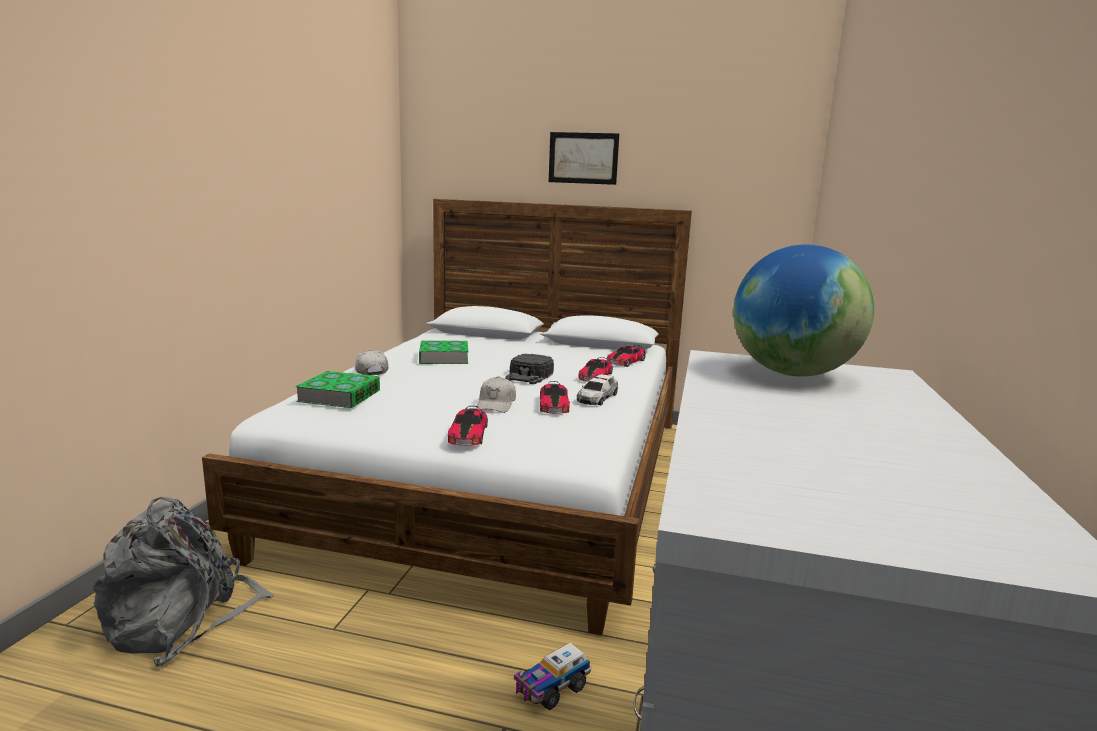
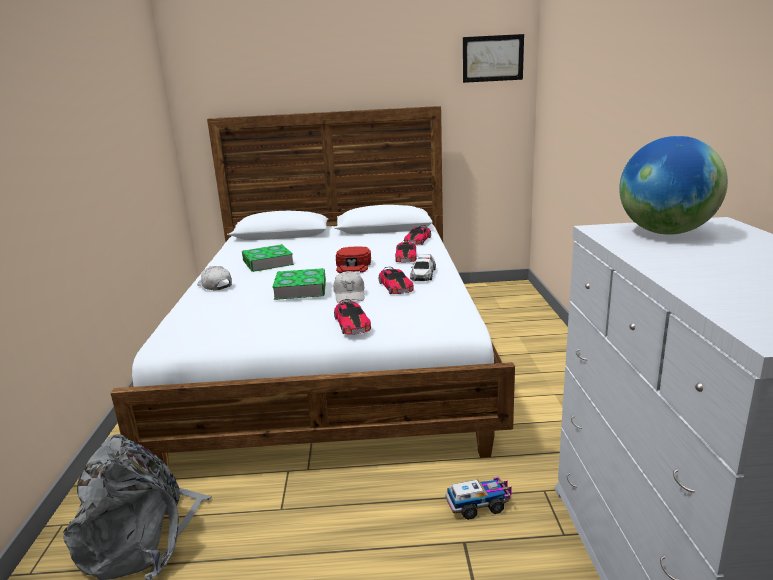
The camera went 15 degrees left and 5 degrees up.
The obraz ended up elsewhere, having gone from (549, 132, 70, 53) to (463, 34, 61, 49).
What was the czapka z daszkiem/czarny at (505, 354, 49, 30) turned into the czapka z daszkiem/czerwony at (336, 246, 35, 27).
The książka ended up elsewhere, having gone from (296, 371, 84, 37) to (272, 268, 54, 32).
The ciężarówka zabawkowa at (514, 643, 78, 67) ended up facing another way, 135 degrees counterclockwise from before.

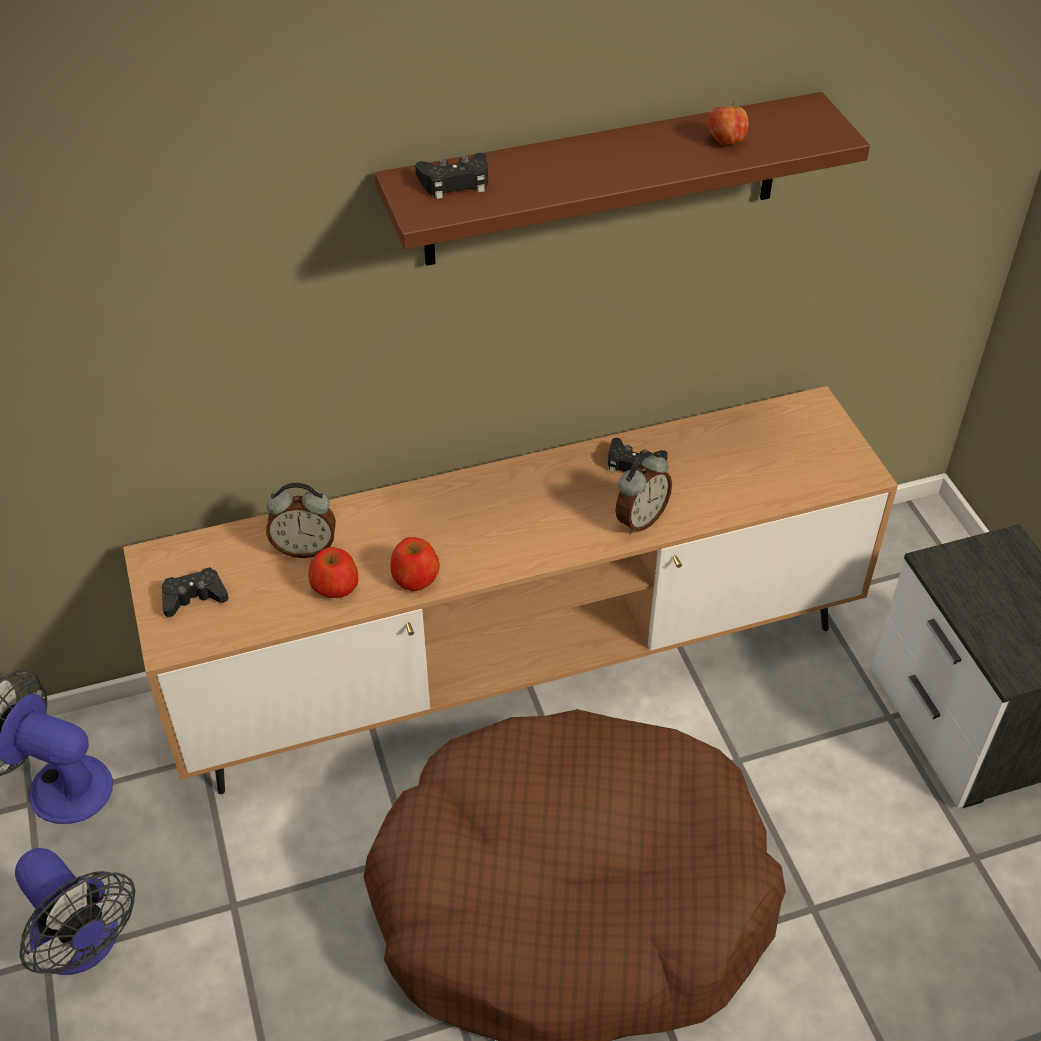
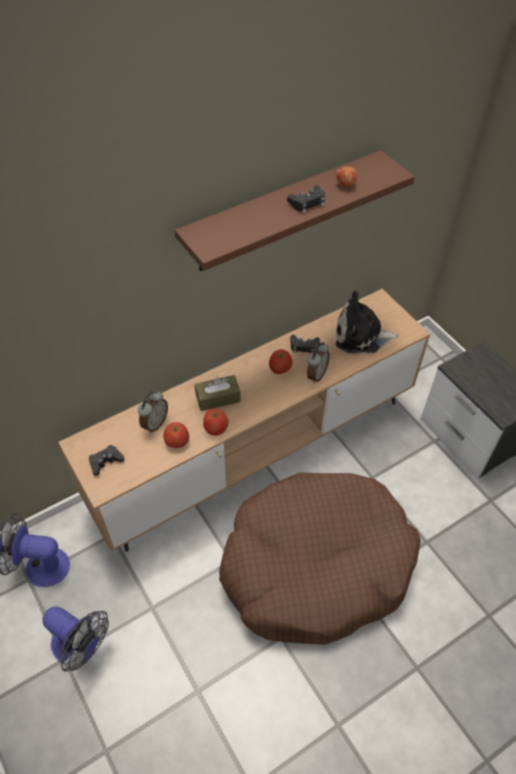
The camera went 15 degrees left and 5 degrees up.
The pad do gier/czarny ended up elsewhere, having gone from (415, 153, 73, 46) to (287, 185, 38, 28).
The budzik at (266, 483, 70, 75) ended up facing another way, 45 degrees counterclockwise from before.
The second view gained the pluszak at (336, 290, 63, 63).
The second view gained the jabłko at (269, 349, 23, 25).
The second view gained the pudełko chusteczek/brązowy at (195, 375, 46, 36).

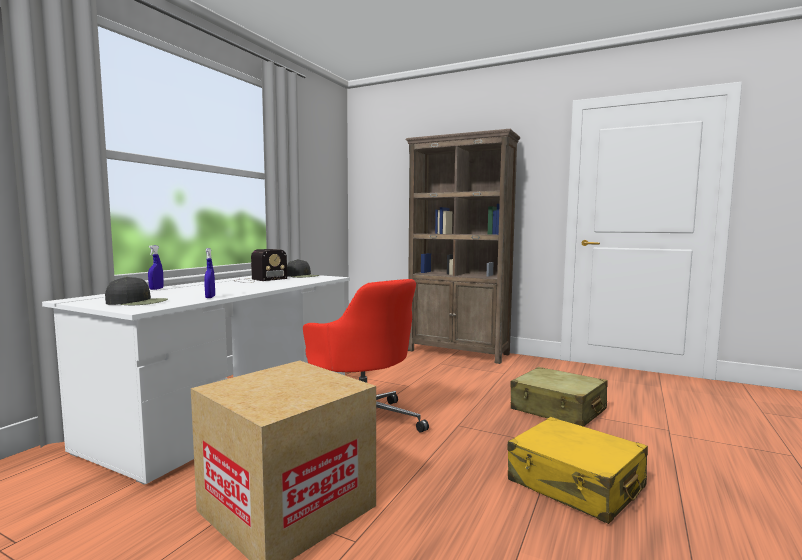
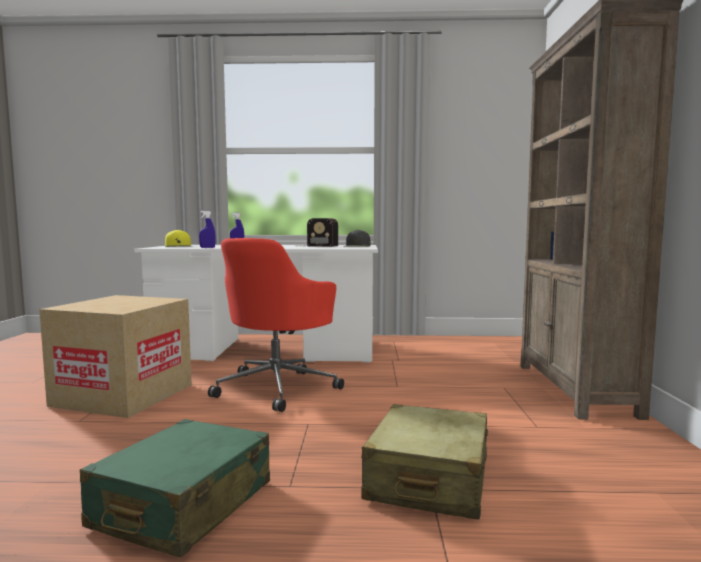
The camera went 65 degrees right and 0 degrees up.
What was the czapka z daszkiem/czarny at (105, 277, 63, 28) turned into the czapka z daszkiem/żółty at (165, 230, 28, 17).
What was the walizka/żółty at (508, 417, 140, 107) turned into the walizka/zielony at (80, 419, 190, 138).

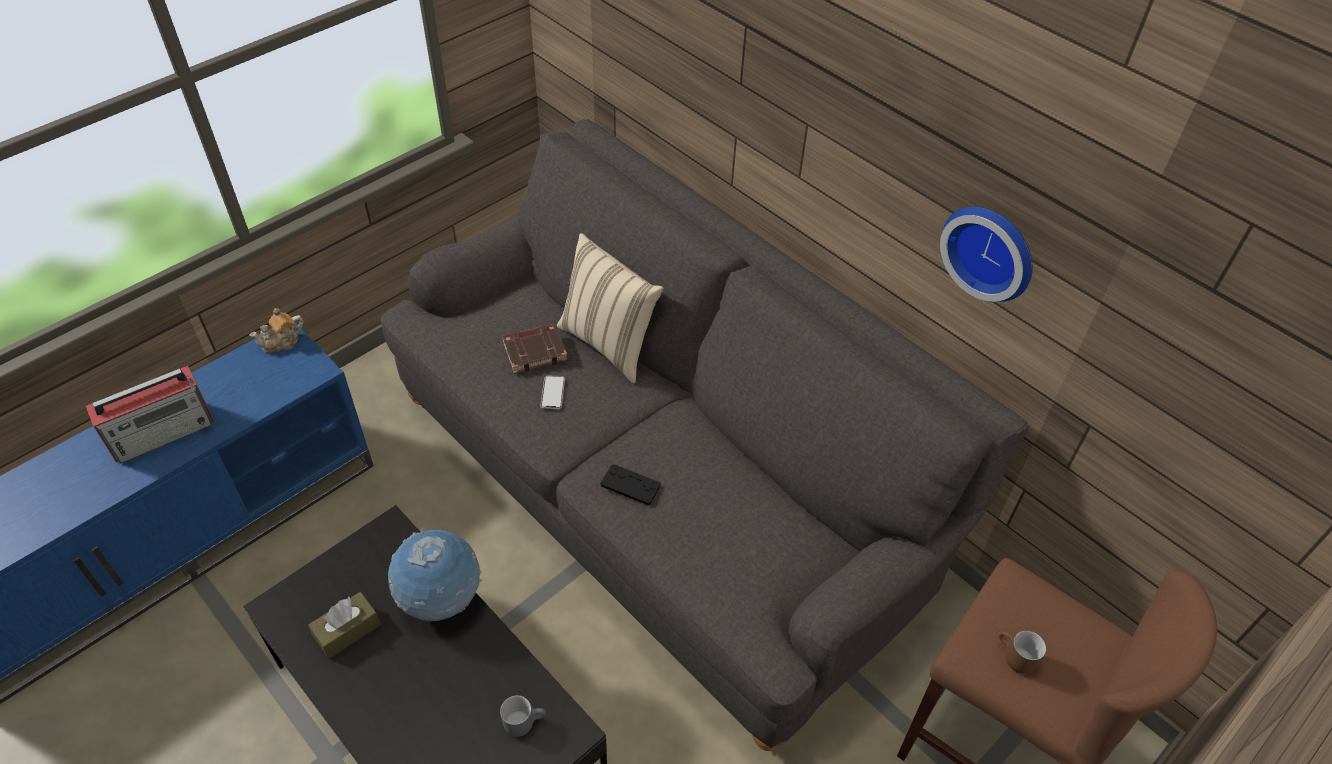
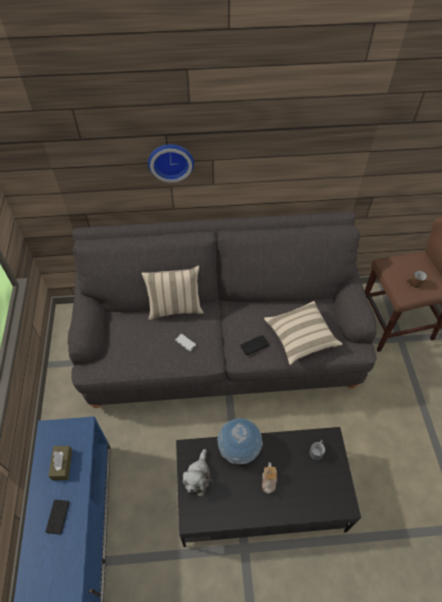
The camera went 50 degrees left and 5 degrees up.
The zegar ścienny ended up elsewhere, having gone from (940, 207, 93, 95) to (148, 144, 46, 39).
The imbryk ended up elsewhere, having gone from (250, 308, 54, 45) to (262, 462, 15, 31).
The second view lost the książka/brązowy at (502, 324, 66, 50).
Where the radio stood at (86, 366, 128, 98), the pad do gier/czarny came to stand at (45, 499, 25, 36).
The pudełko chusteczek/brązowy ended up elsewhere, having gone from (308, 592, 73, 67) to (48, 446, 24, 34).
The second view gained the poduszka/beżowy at (264, 301, 78, 64).
The second view gained the pluszak at (183, 449, 30, 47).

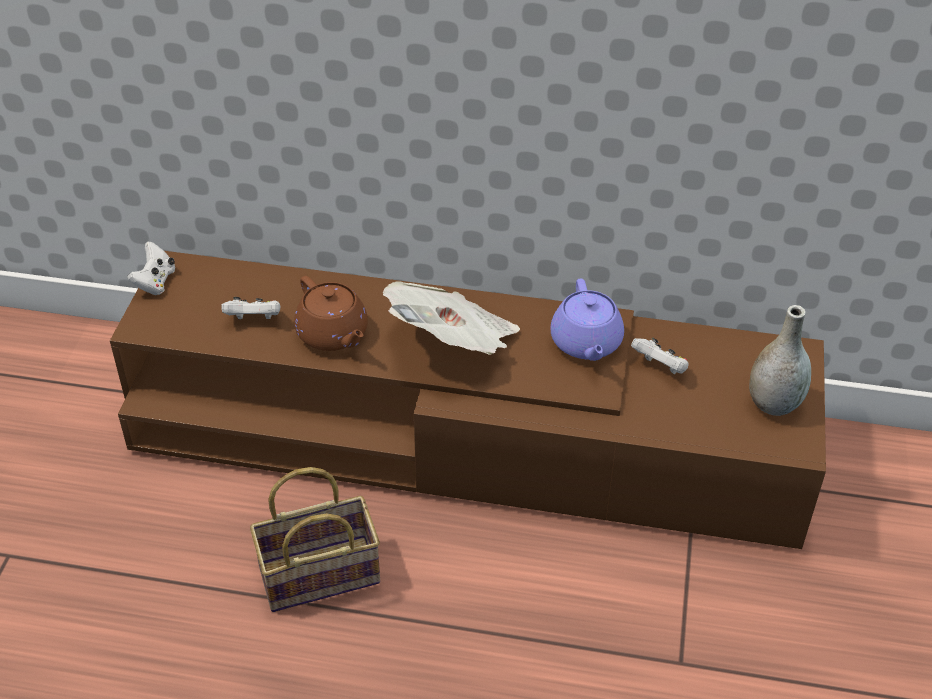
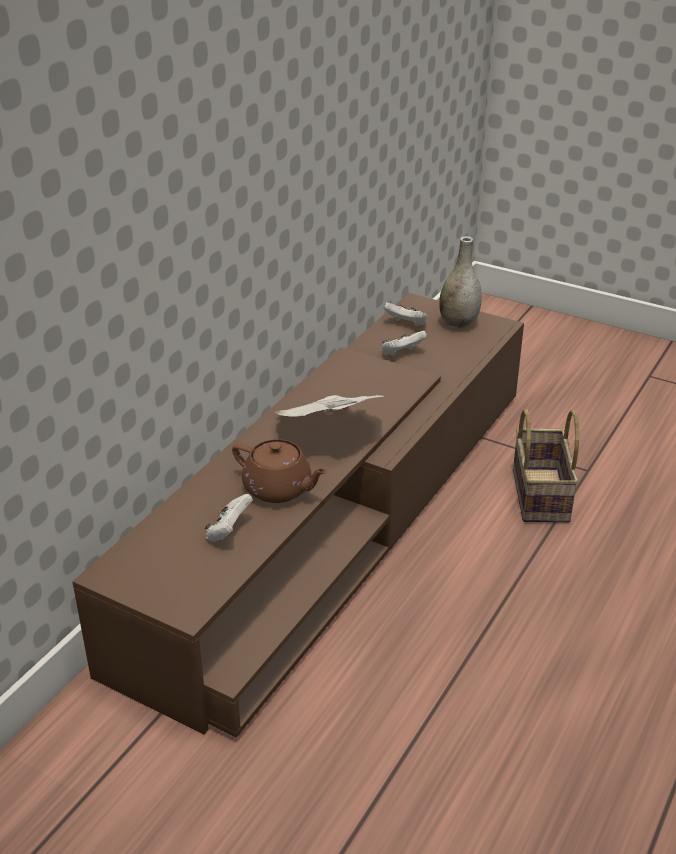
The camera went 70 degrees left and 10 degrees down.
The pad do gier/biały ended up elsewhere, having gone from (127, 242, 48, 53) to (384, 302, 43, 25).
The imbryk/brązowy at (294, 276, 74, 75) ended up facing another way, 45 degrees clockwise from before.
The second view lost the imbryk/fioletowy at (550, 279, 74, 82).
The koszyk ended up elsewhere, having gone from (250, 467, 130, 145) to (513, 409, 66, 114).

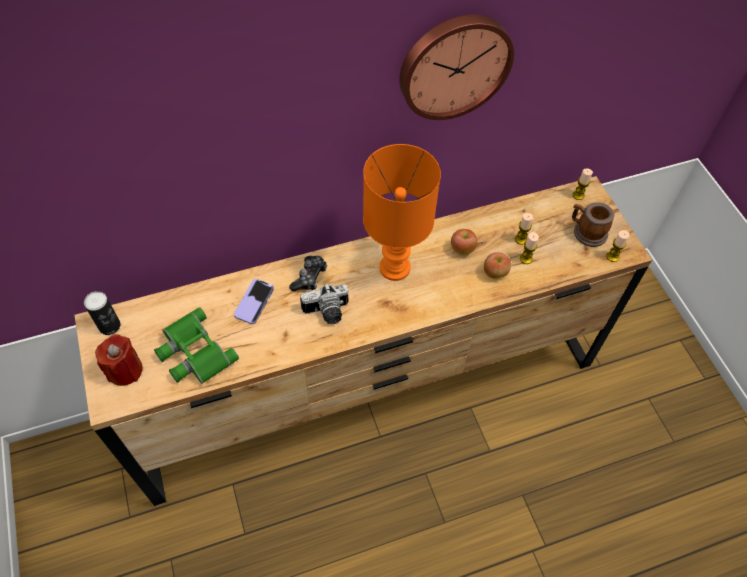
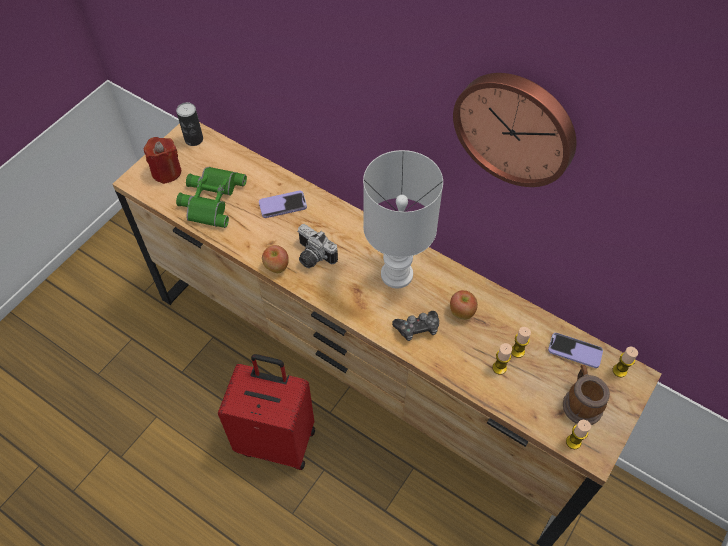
The camera went 55 degrees right and 0 degrees up.
What was the lampa stołowa/pomarańczowy at (363, 144, 78, 137) turned into the lampa stołowa/biały at (363, 150, 80, 138).
The jabłko ended up elsewhere, having gone from (484, 252, 27, 27) to (262, 245, 27, 28).
The pad do gier ended up elsewhere, having gone from (289, 256, 38, 35) to (392, 311, 47, 30).
The second view gained the telefon at (548, 333, 55, 35).
The second view gained the walizka/czerwony at (218, 354, 97, 116).

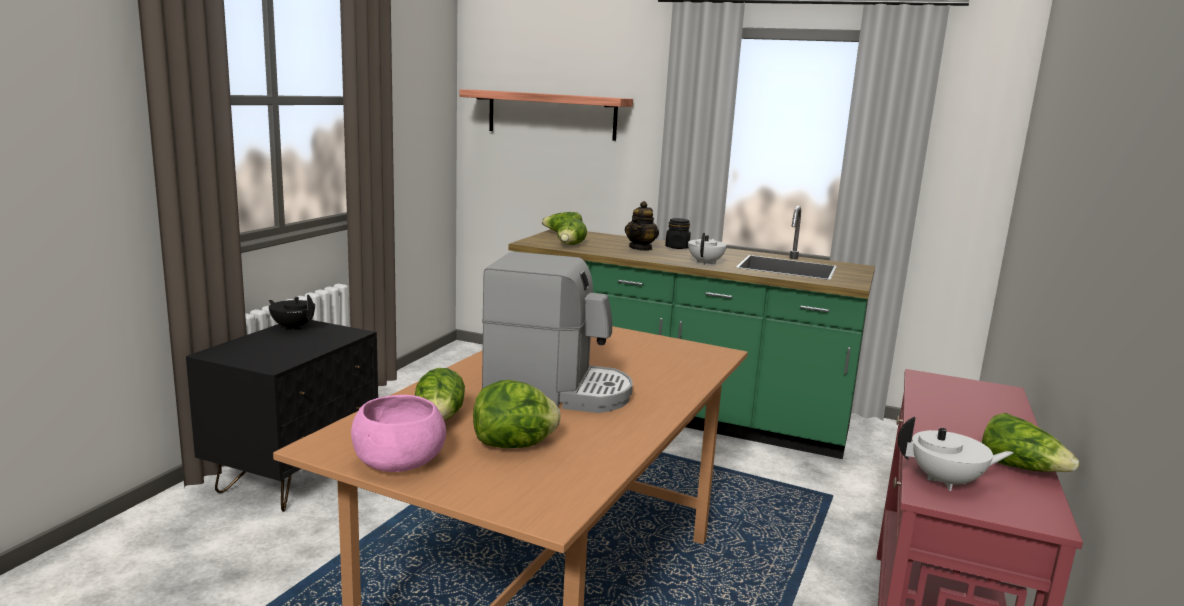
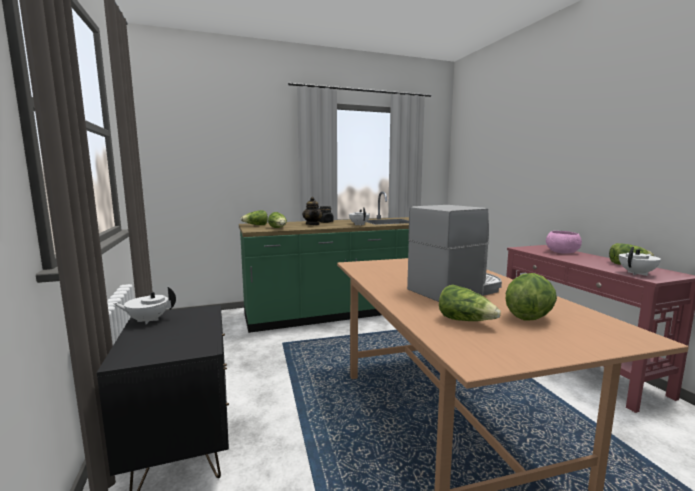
The camera went 40 degrees left and 5 degrees down.
The second view lost the półka at (460, 89, 173, 52).
What was the imbryk/czarny at (269, 294, 46, 36) turned into the imbryk/biały at (113, 287, 63, 37).
The miska/różowy ended up elsewhere, having gone from (351, 395, 95, 77) to (546, 231, 36, 23).

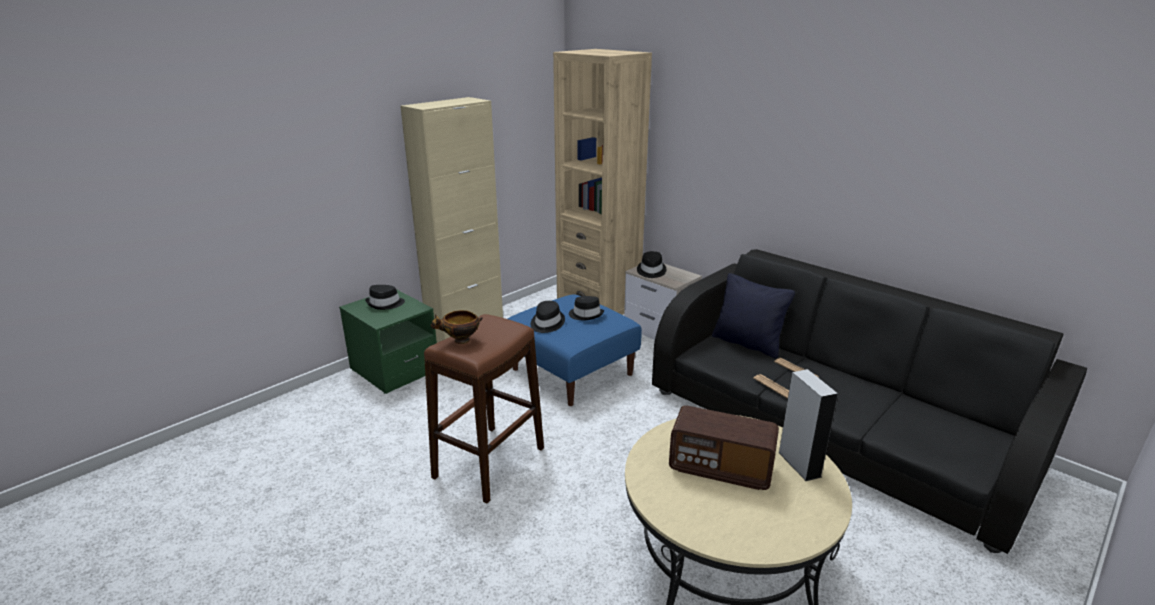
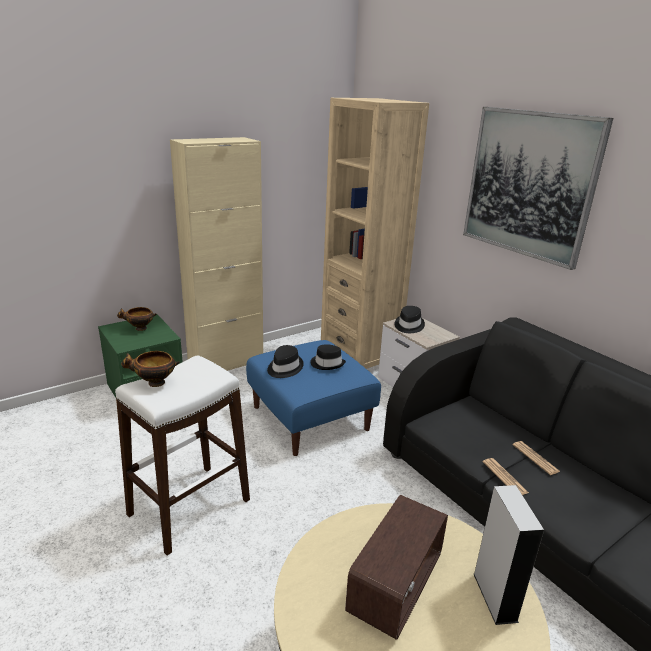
The camera went 10 degrees right and 0 degrees up.
The second view lost the poduszka/czarny at (712, 273, 83, 85).
Where the kapelusz/czarny stood at (365, 285, 40, 25), the miska came to stand at (117, 307, 40, 24).
What was the stołek/brązowy at (424, 314, 120, 189) turned into the stołek/biały at (115, 356, 135, 200).
The radio at (669, 405, 110, 85) ended up facing another way, 90 degrees counterclockwise from before.
The second view gained the obraz at (463, 107, 150, 163).

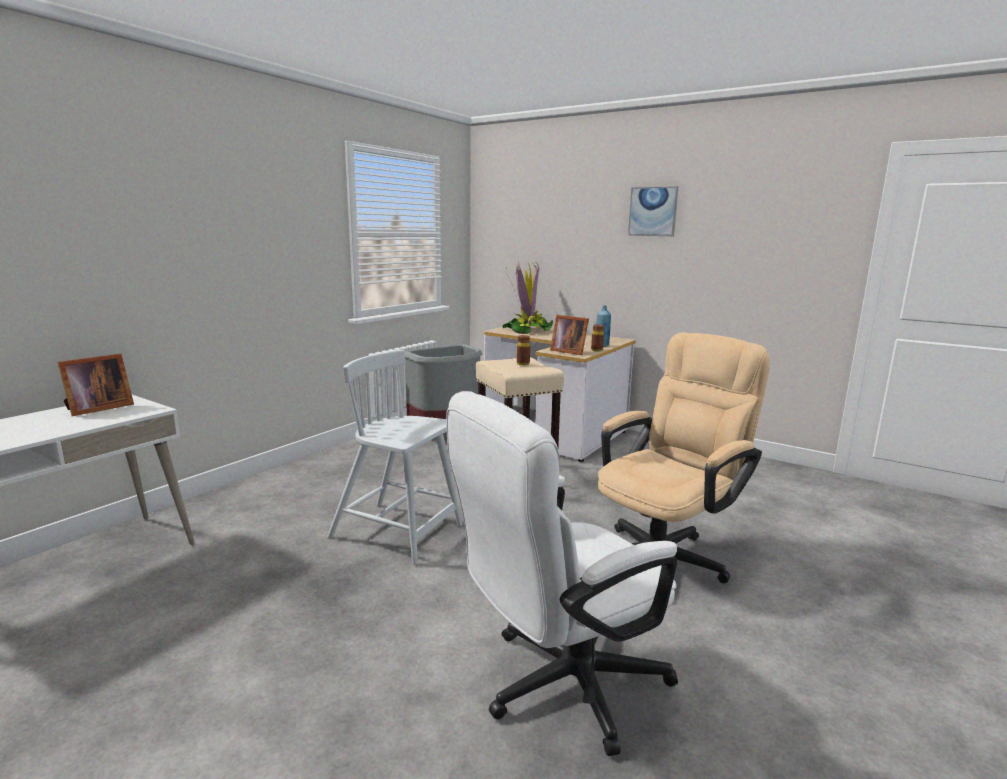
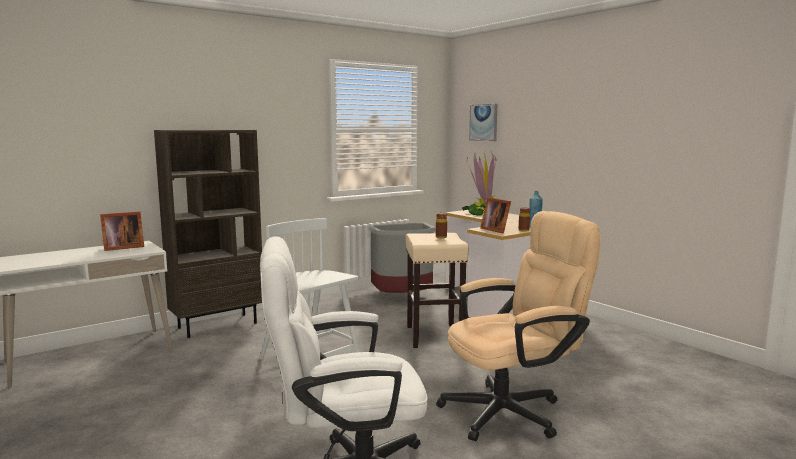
The camera went 20 degrees right and 5 degrees down.
The obraz ended up elsewhere, having gone from (628, 186, 50, 50) to (469, 104, 28, 37).
The second view gained the regał/brązowy at (154, 130, 108, 208).

